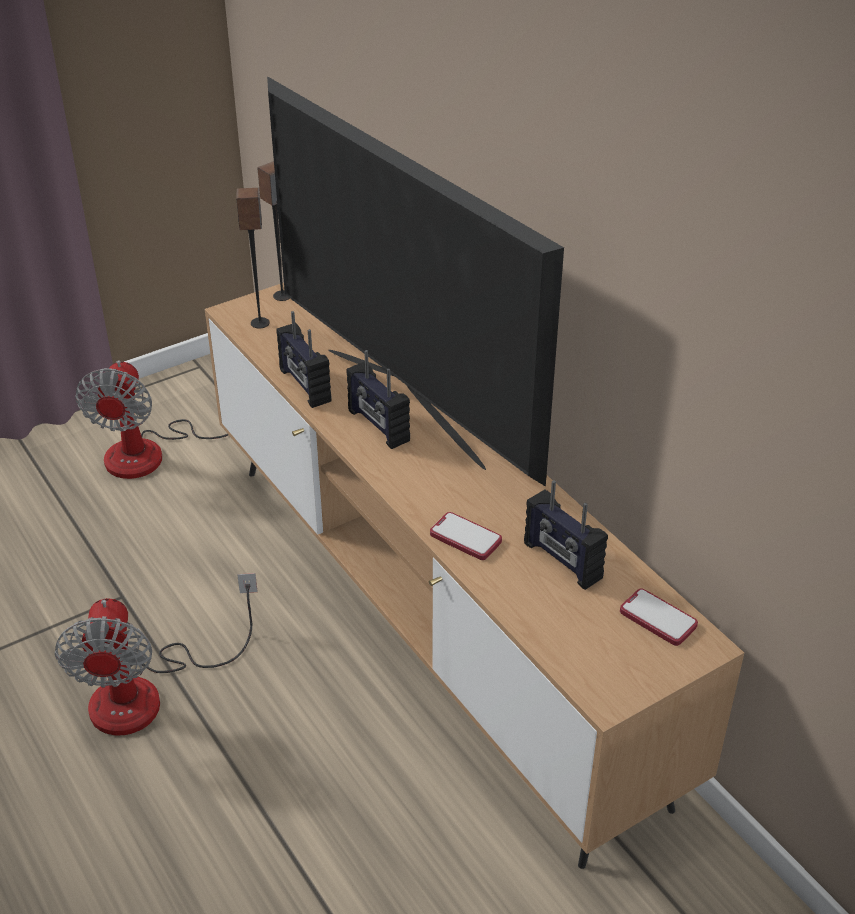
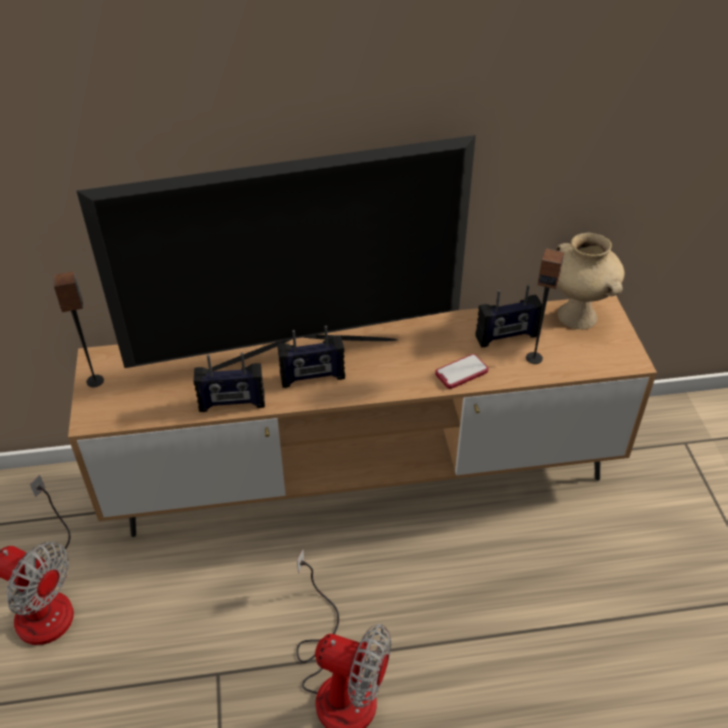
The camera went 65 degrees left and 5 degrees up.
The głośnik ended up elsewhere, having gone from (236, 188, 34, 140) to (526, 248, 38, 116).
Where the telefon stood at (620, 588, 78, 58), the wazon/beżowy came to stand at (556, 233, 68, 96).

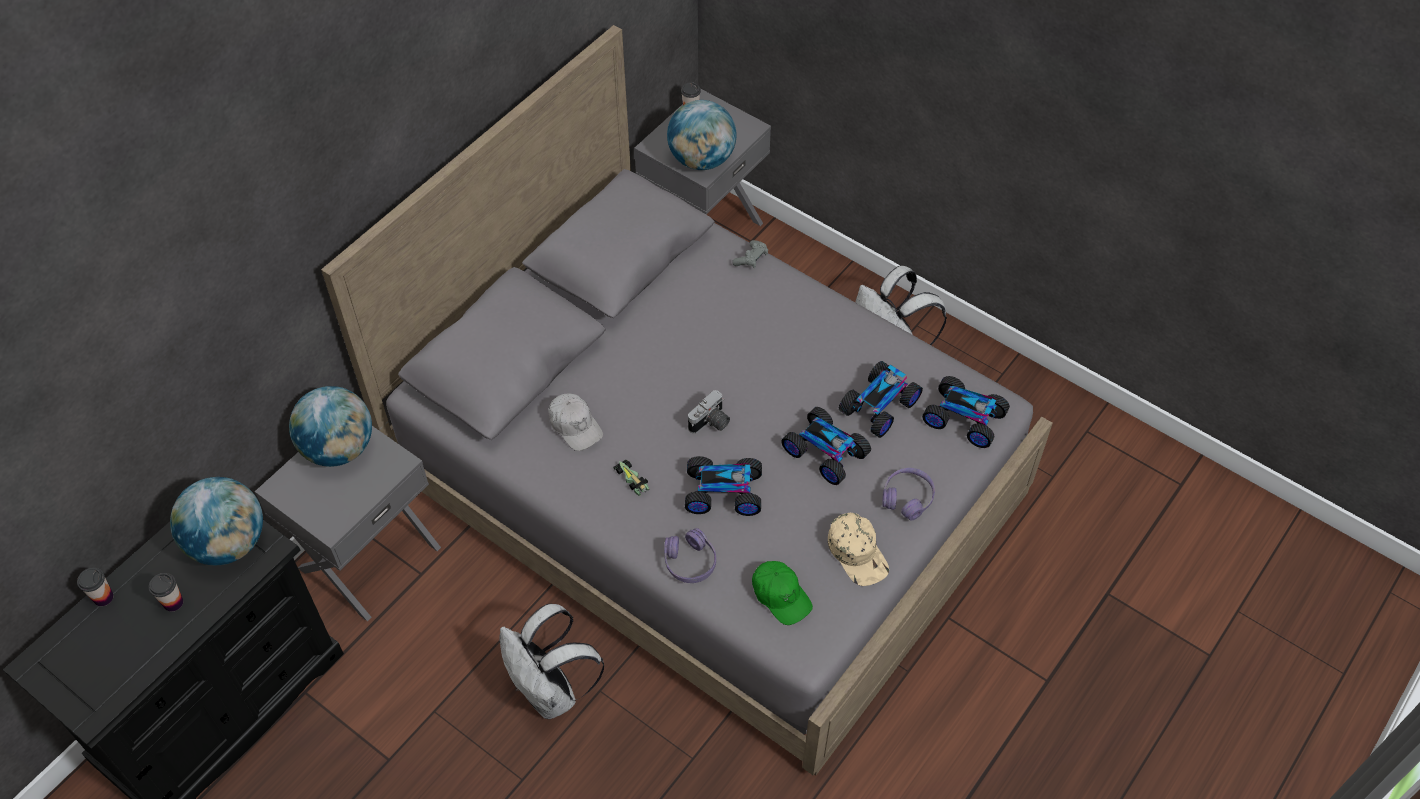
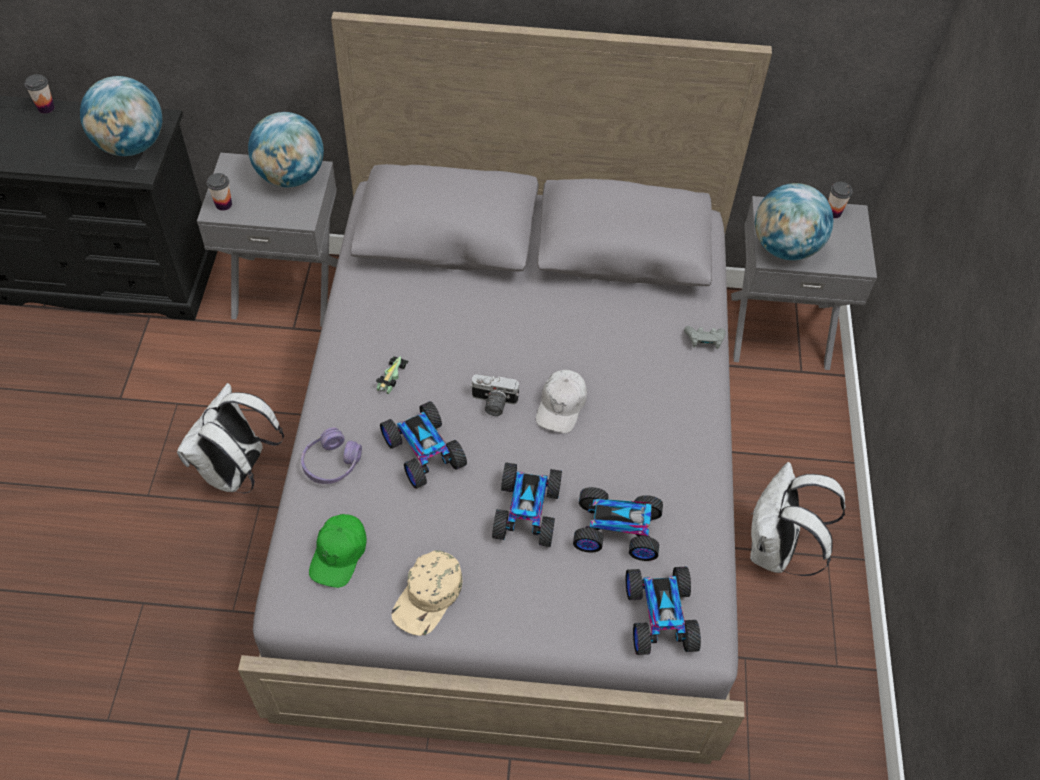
The camera went 55 degrees right and 0 degrees up.
The czapka z daszkiem/biały ended up elsewhere, having gone from (548, 393, 55, 58) to (536, 370, 51, 63).
The second view lost the słuchawki/fioletowy at (882, 468, 53, 53).
The filiżanka ended up elsewhere, having gone from (149, 573, 34, 39) to (206, 173, 26, 38).

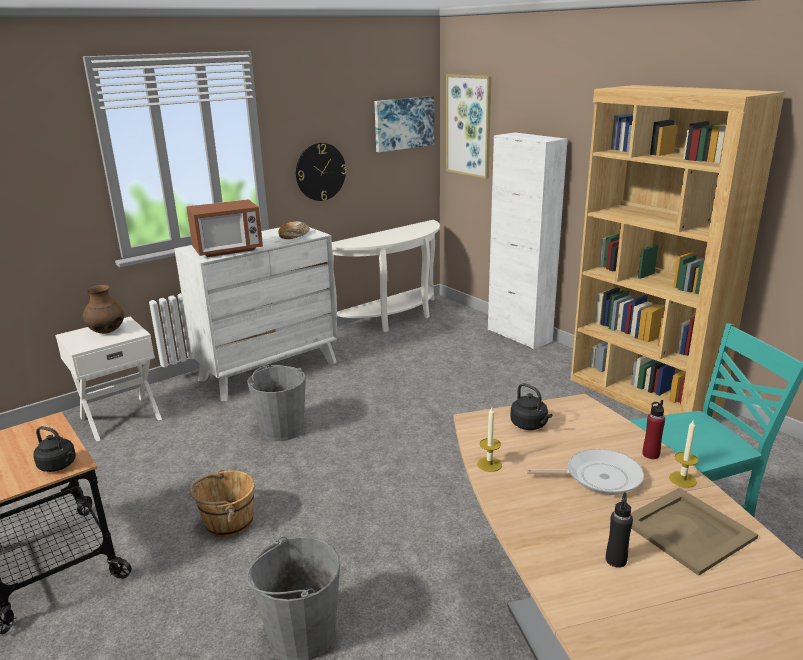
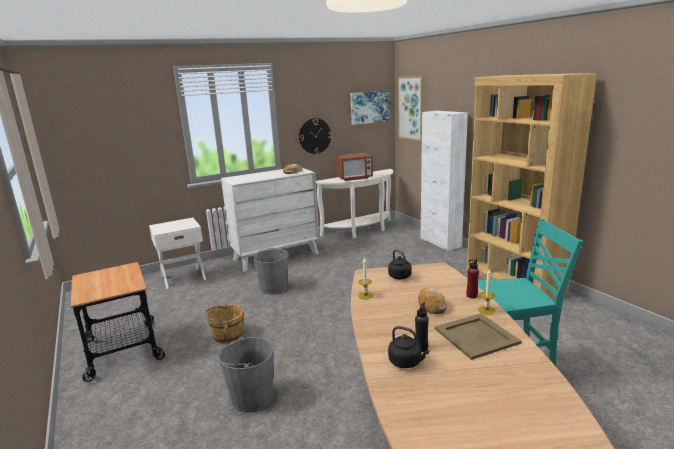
The camera went 10 degrees right and 5 degrees down.
The mikrofalówka ended up elsewhere, having gone from (186, 199, 77, 58) to (336, 153, 37, 28).
The second view lost the wazon/brązowy at (83, 285, 41, 49).
The czajnik/czarny ended up elsewhere, having gone from (33, 426, 43, 46) to (388, 326, 41, 42).
Where the patelnia stood at (527, 449, 117, 46), the chleb came to stand at (418, 287, 30, 27).

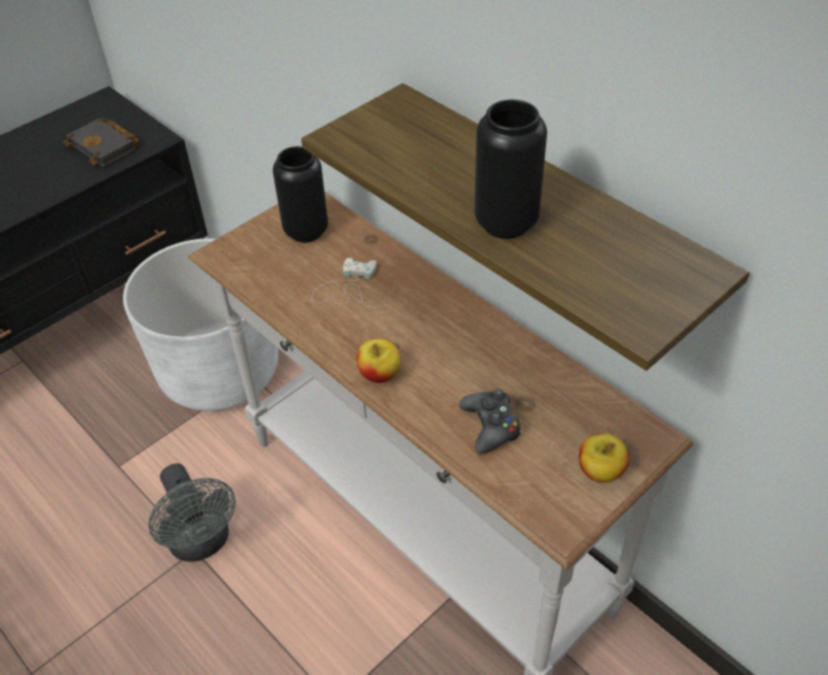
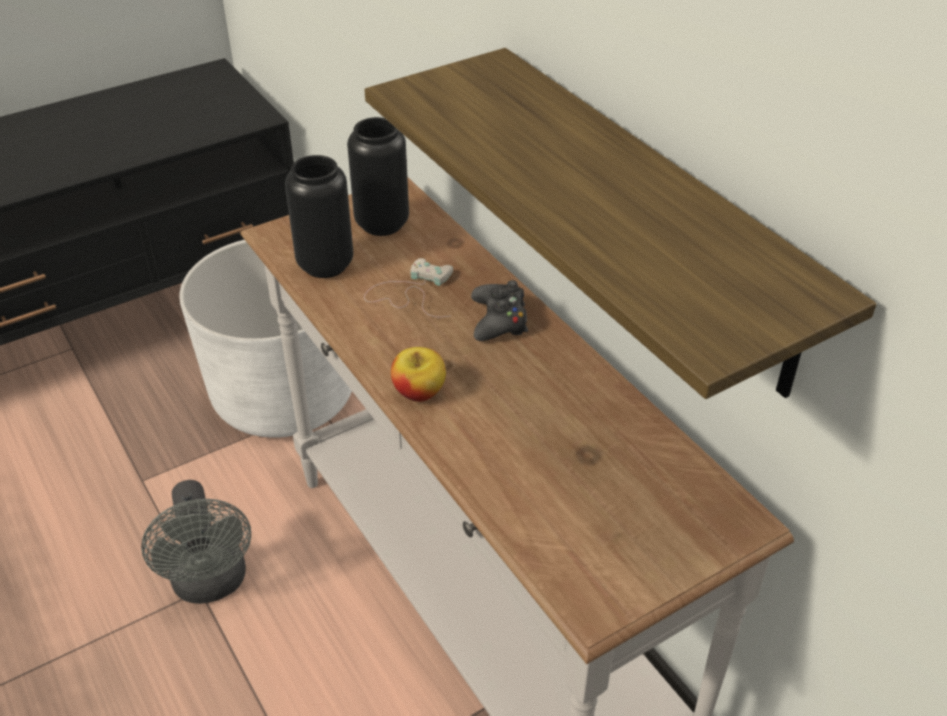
The camera went 10 degrees right and 5 degrees down.
The wazon/czarny ended up elsewhere, having gone from (474, 100, 73, 139) to (285, 155, 68, 123).
The second view lost the książka/czarny at (63, 118, 76, 49).
The pad do gier/czarny ended up elsewhere, having gone from (459, 389, 62, 65) to (471, 280, 57, 61).
The second view lost the jabłko at (579, 434, 50, 48).

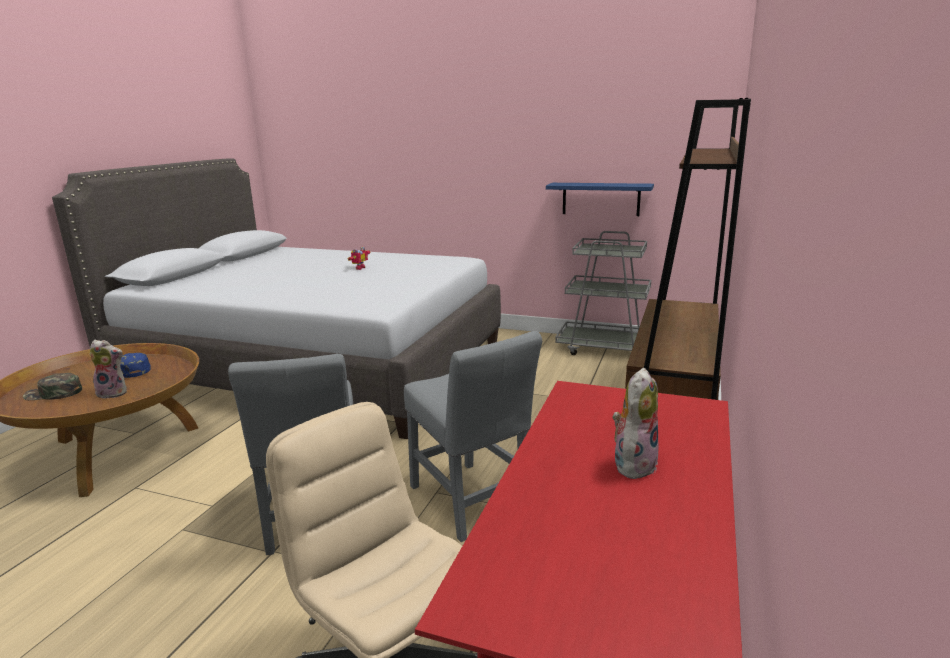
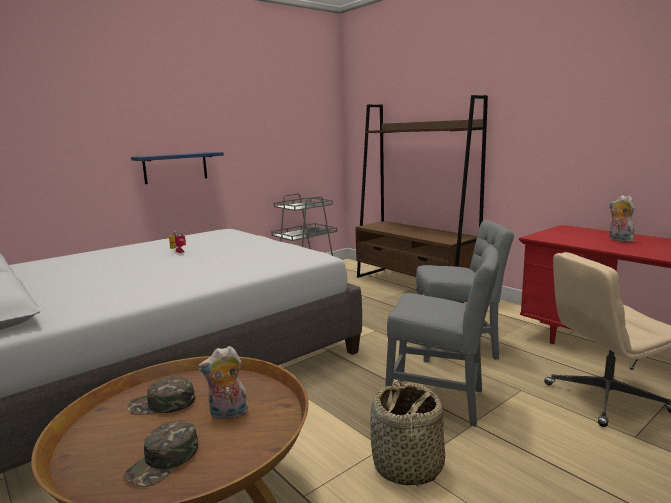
The camera went 60 degrees left and 5 degrees down.
The półka/niebieski ended up elsewhere, having gone from (546, 183, 108, 33) to (131, 152, 93, 32).
The pluszak at (90, 340, 37, 59) ended up facing another way, 135 degrees counterclockwise from before.
What was the czapka z daszkiem/niebieski at (120, 353, 31, 25) turned into the czapka z daszkiem/zielony at (127, 377, 68, 38).
The second view gained the koszyk at (370, 380, 75, 107).

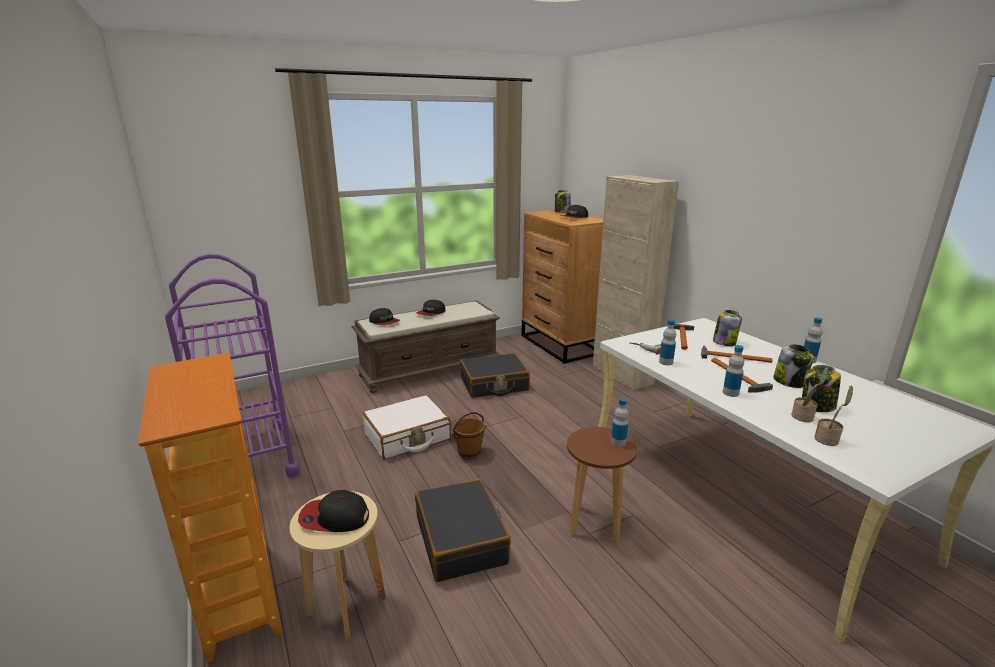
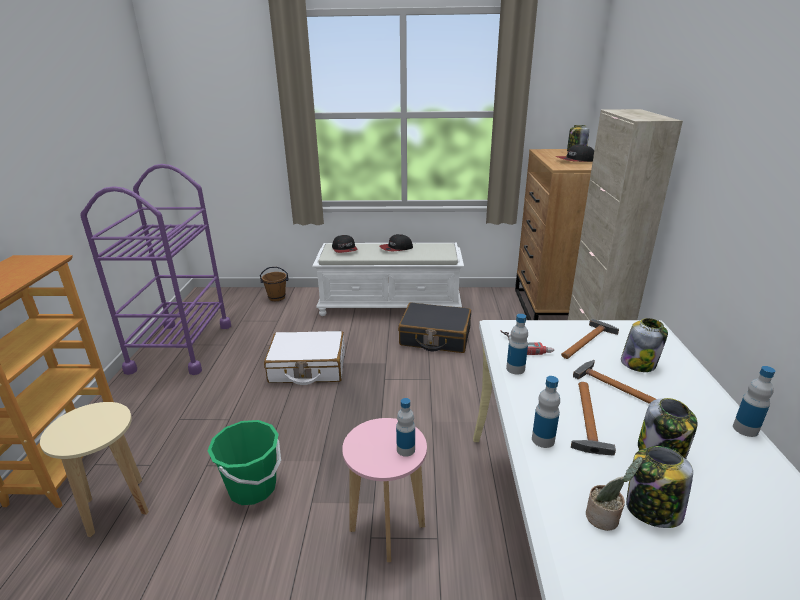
The camera went 30 degrees right and 5 degrees up.
What was the ławka/brązowy at (351, 300, 149, 93) turned into the ławka/biały at (312, 243, 152, 73).
The second view lost the roślina doniczkowa at (814, 385, 39, 61).
The wiadro/brązowy ended up elsewhere, having gone from (452, 412, 34, 47) to (260, 267, 29, 34).
What was the stołek/brązowy at (567, 427, 70, 116) turned into the stołek/różowy at (342, 418, 85, 144).
Where the walizka/czarny stood at (415, 479, 96, 103), the wiadro/zielony came to stand at (208, 420, 73, 85).
The second view lost the czapka z daszkiem at (298, 490, 71, 42).

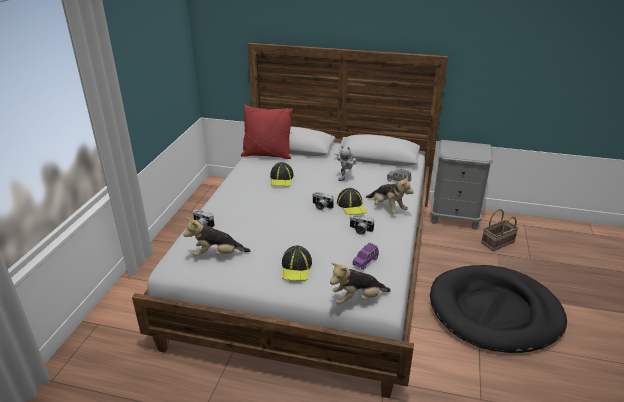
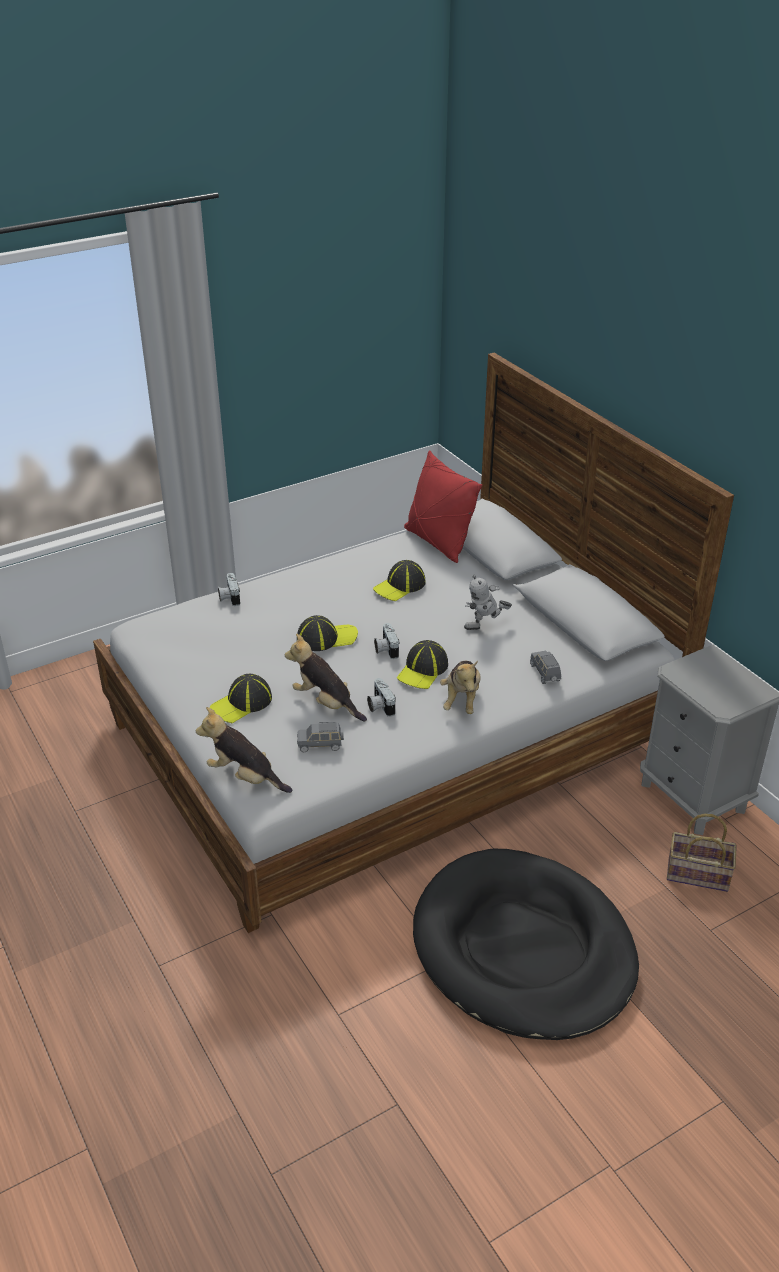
The camera went 45 degrees right and 5 degrees up.
The pluszak ended up elsewhere, having gone from (183, 218, 67, 38) to (285, 634, 82, 87).
What was the samochodzik/fioletowy at (353, 242, 26, 28) turned into the samochodzik/szary at (297, 722, 47, 30).
The second view gained the czapka z daszkiem at (297, 615, 61, 36).

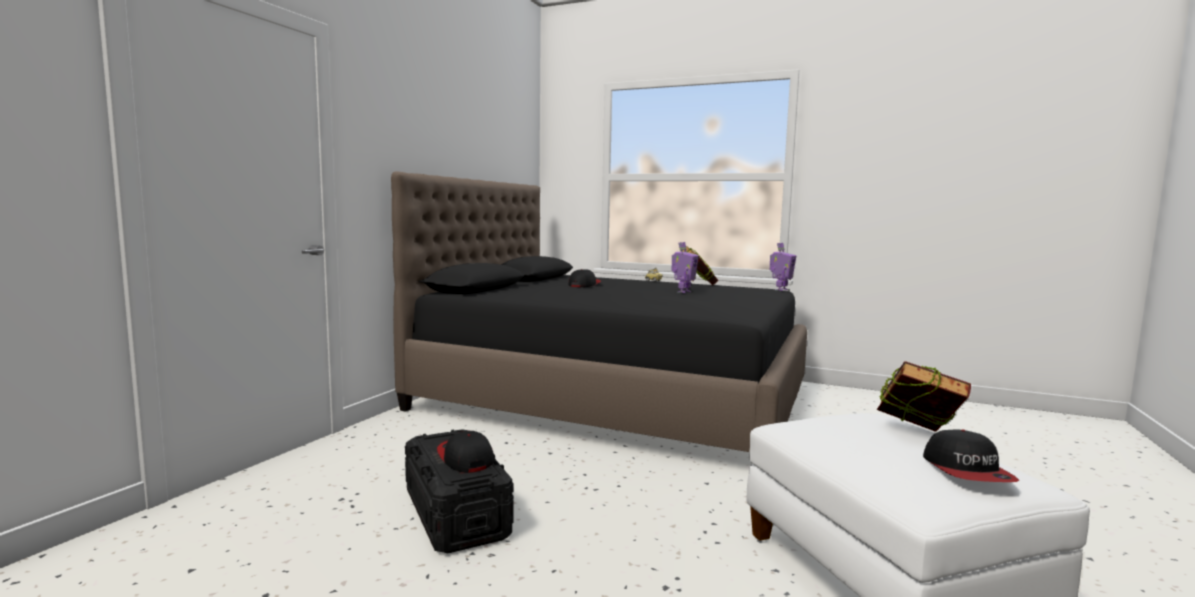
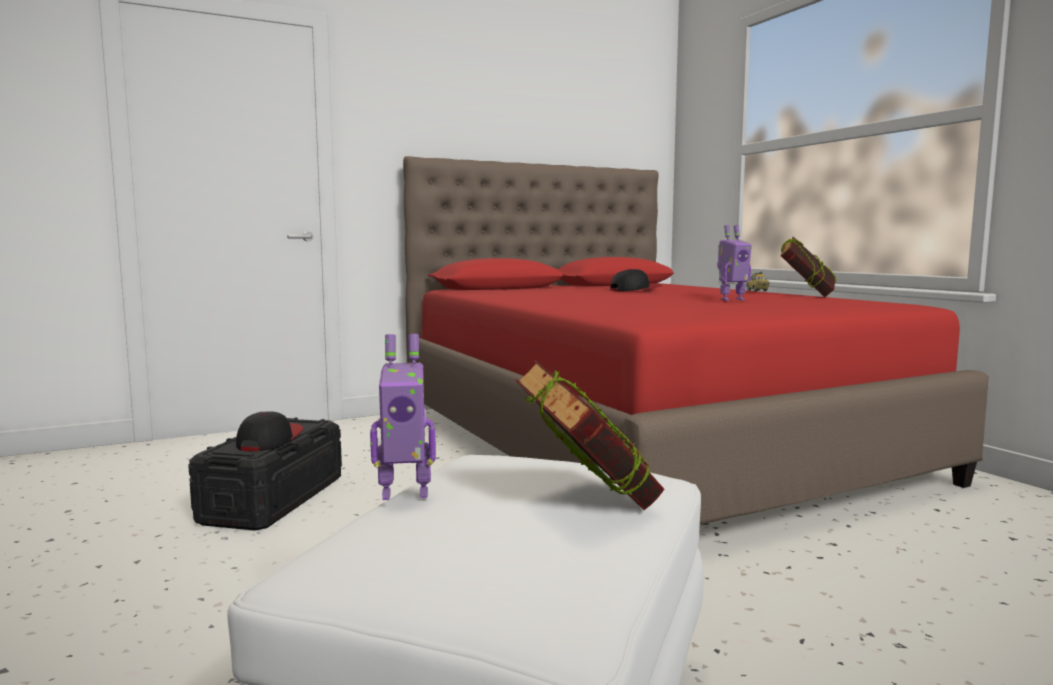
The camera went 40 degrees right and 0 degrees up.
What was the łóżko/czarny at (391, 171, 416, 281) turned into the łóżko/czerwony at (403, 156, 586, 369).
The robot zabawkowy ended up elsewhere, having gone from (770, 243, 26, 48) to (370, 334, 66, 166).
The second view lost the czapka z daszkiem at (923, 429, 96, 53).

